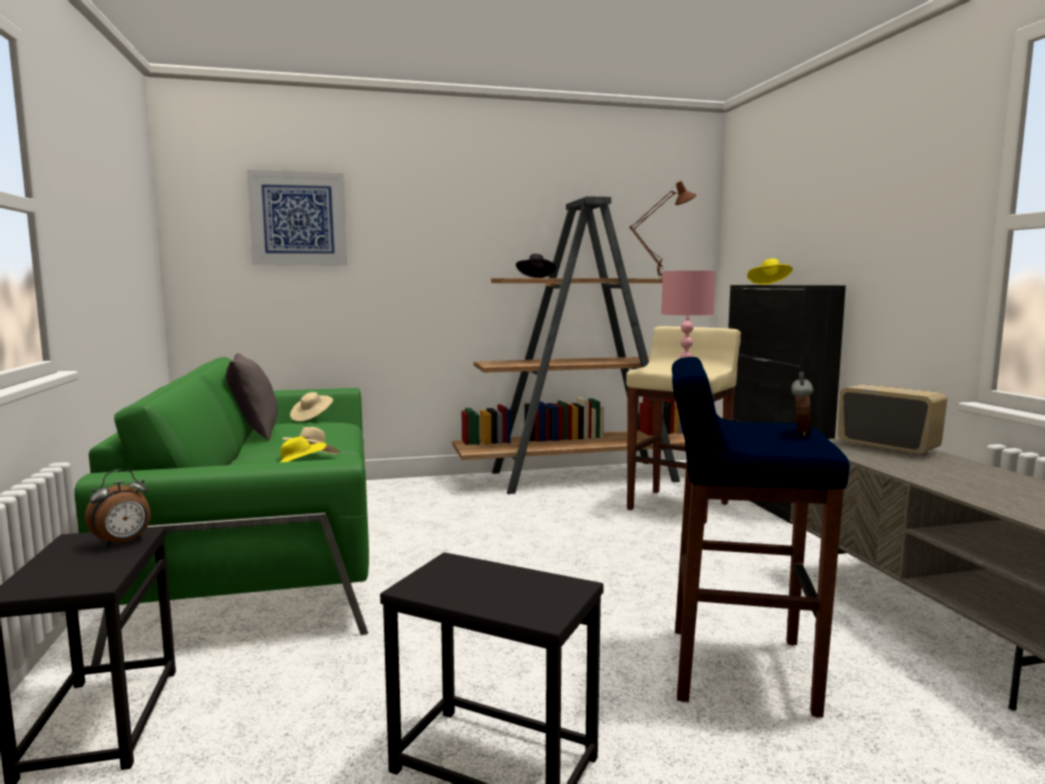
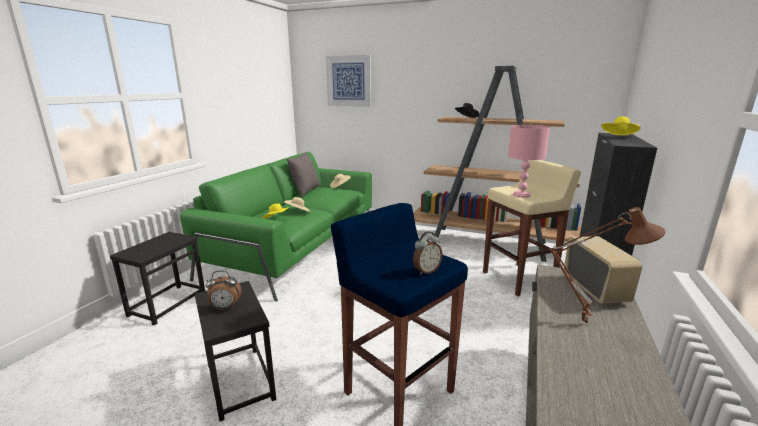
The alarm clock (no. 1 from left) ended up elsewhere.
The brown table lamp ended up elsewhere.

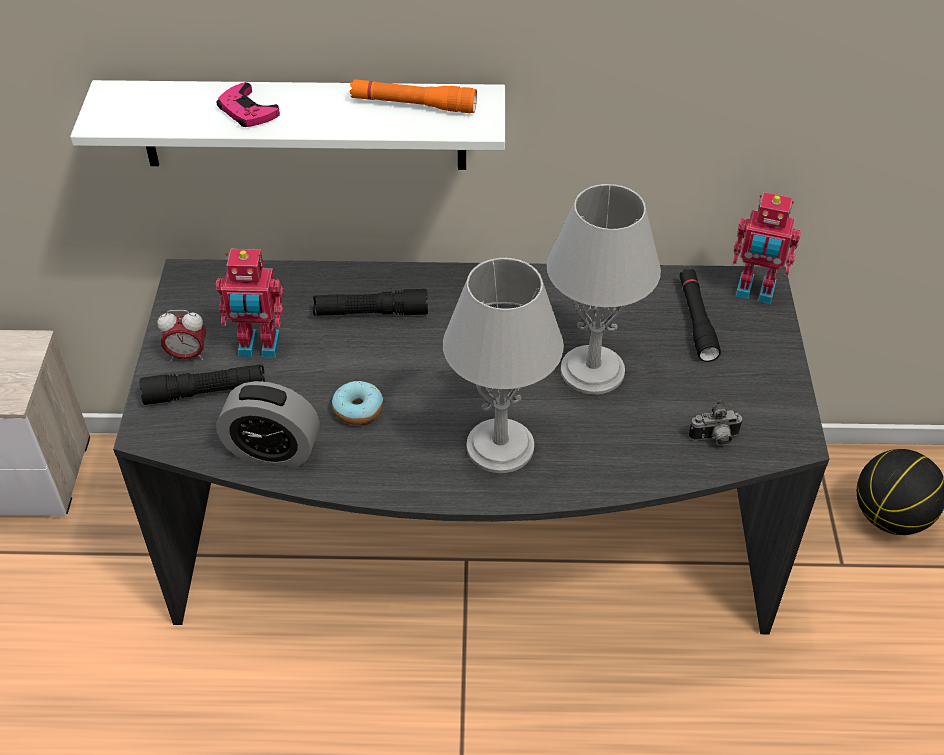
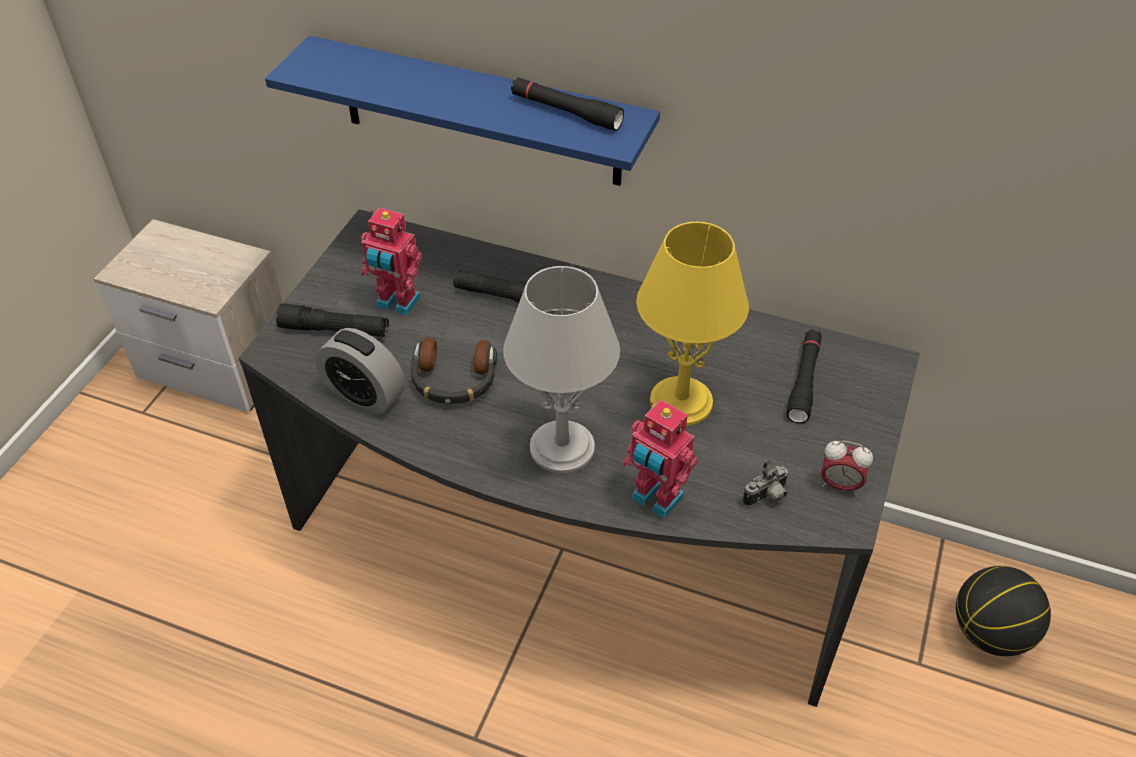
The second view lost the pink game controller.
The alarm clock (no. 1 from left in the first image) ended up elsewhere.
The toy robot (no. 2 from left) ended up elsewhere.
Where the donut stood, the headphones came to stand.
What was the white shelf turned into the blue shelf.
What was the orange flashlight turned into the black flashlight (no. 3 from left).
What was the grey table lamp (no. 2 from left) turned into the yellow table lamp.
The photo camera ended up facing another way, 45 degrees counterclockwise from before.

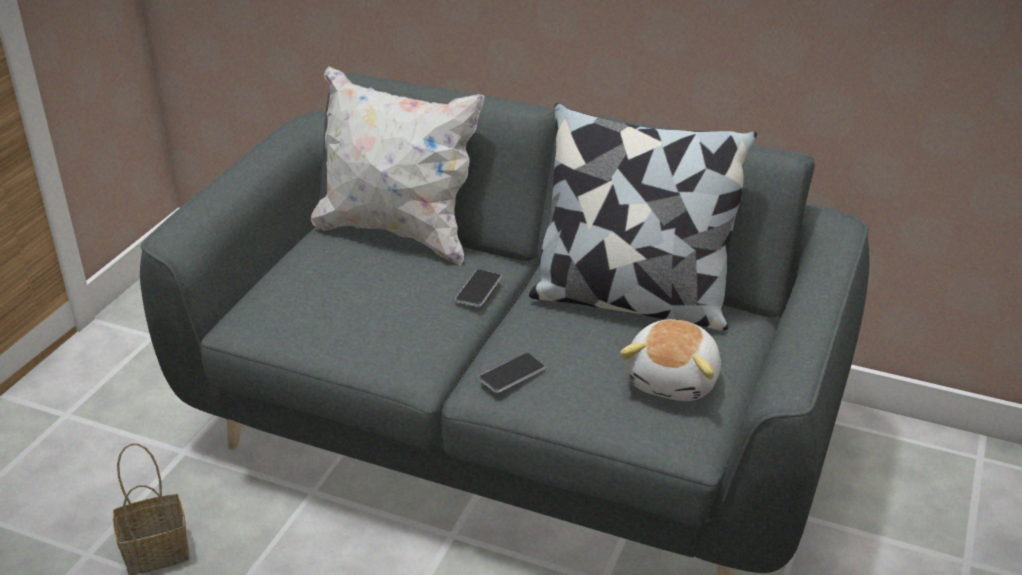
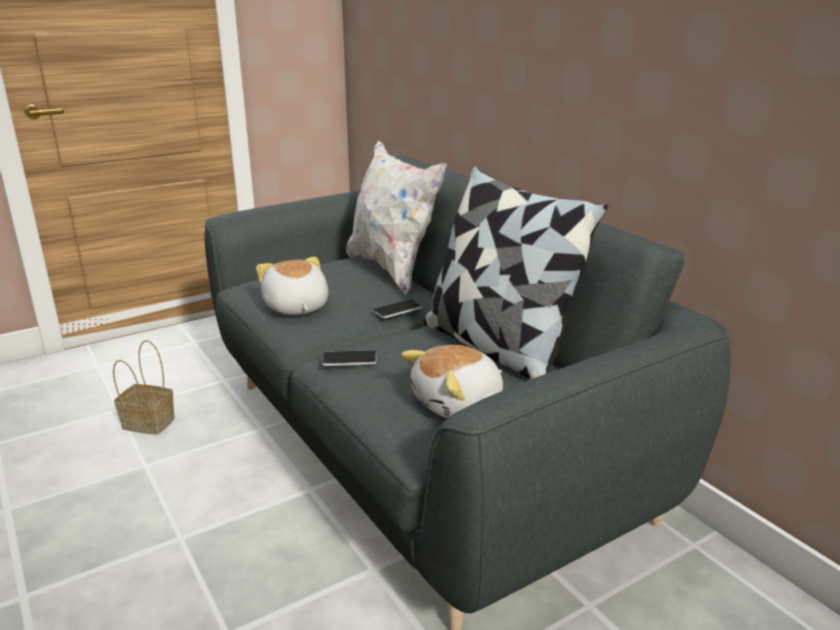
The second view gained the plush toy (no. 1 from left).

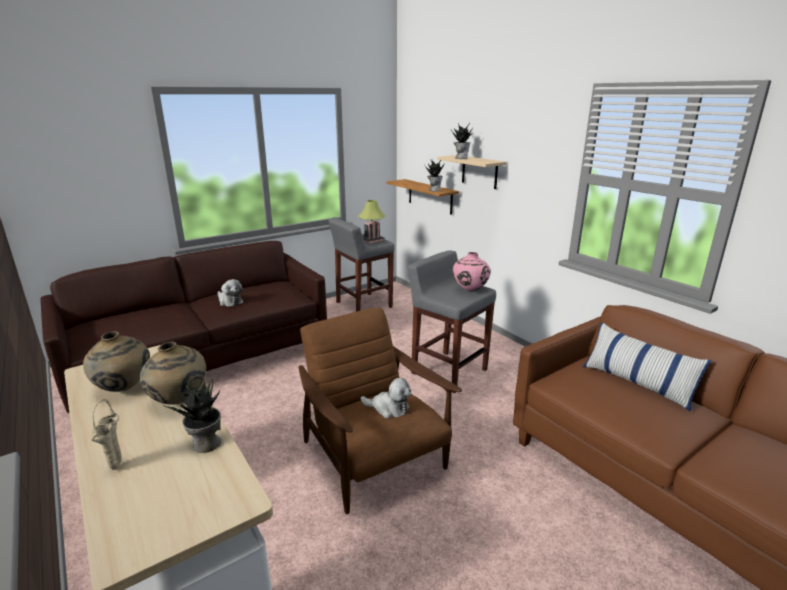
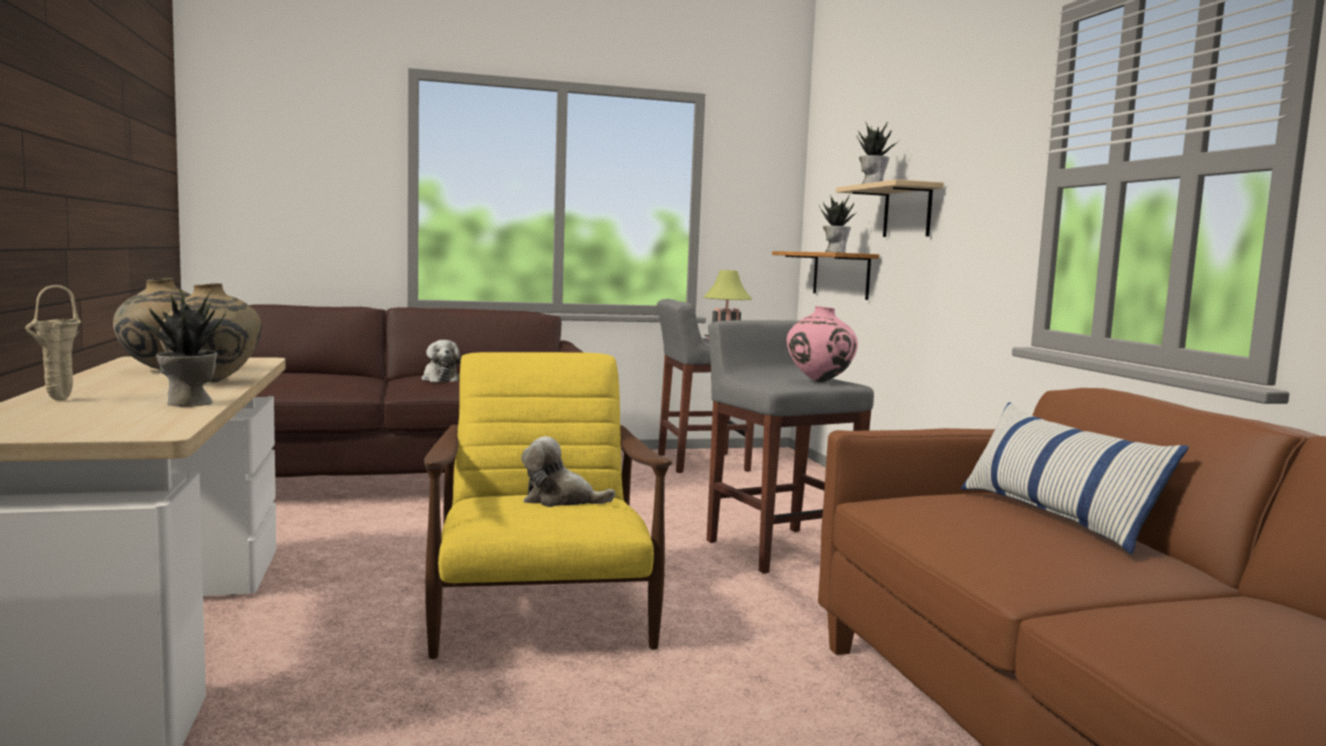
What was the brown armchair turned into the yellow armchair.
The plush toy (no. 2 from left) ended up facing another way, 150 degrees clockwise from before.

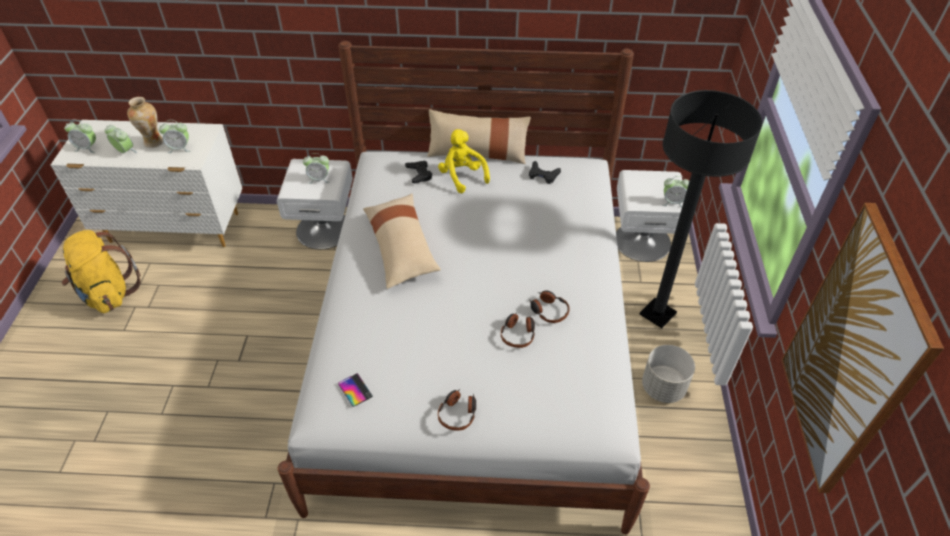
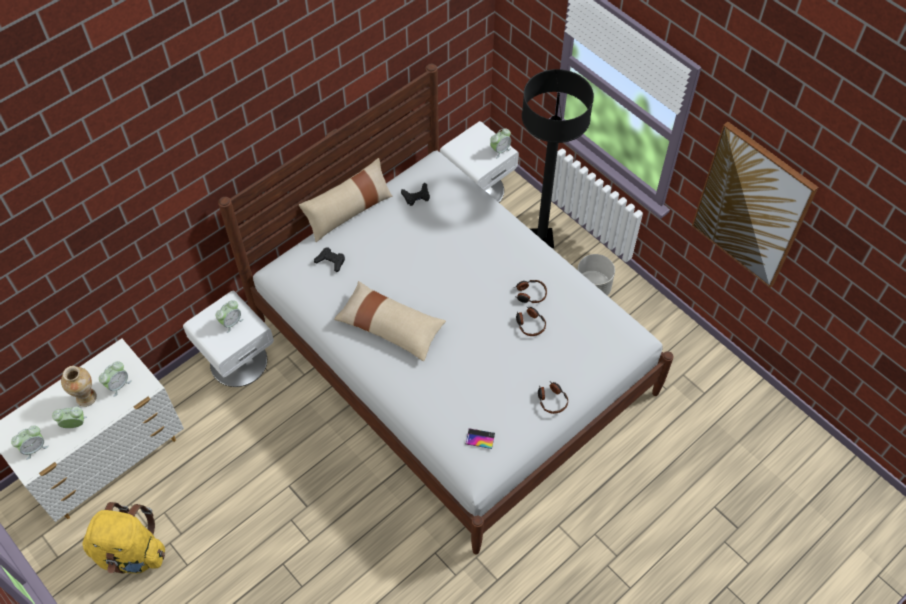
The second view lost the yellow plush toy.

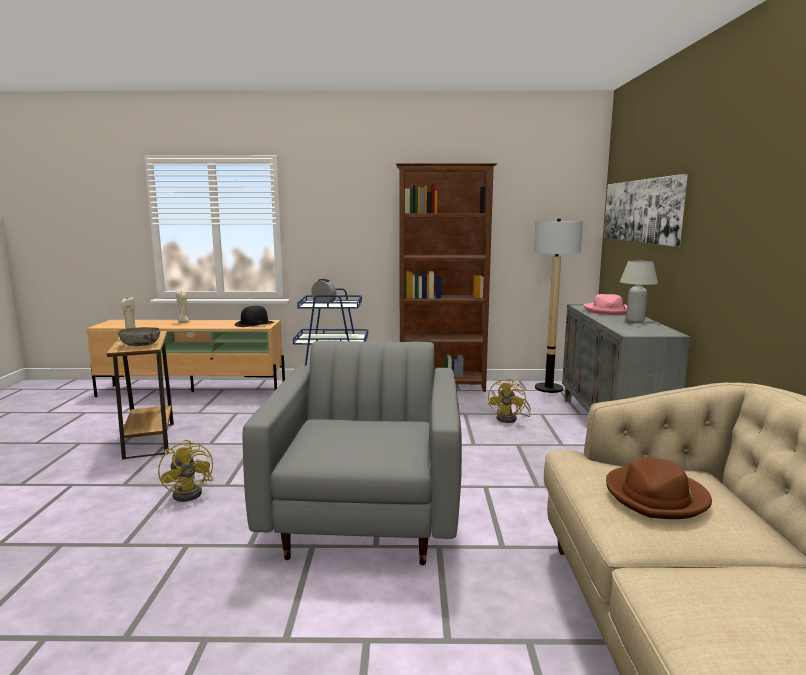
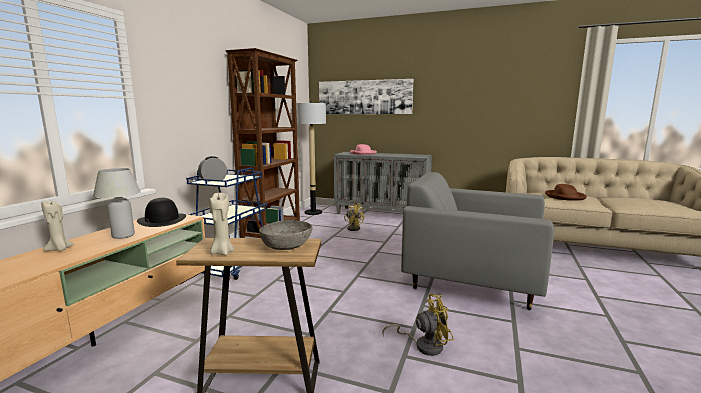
The white table lamp ended up elsewhere.

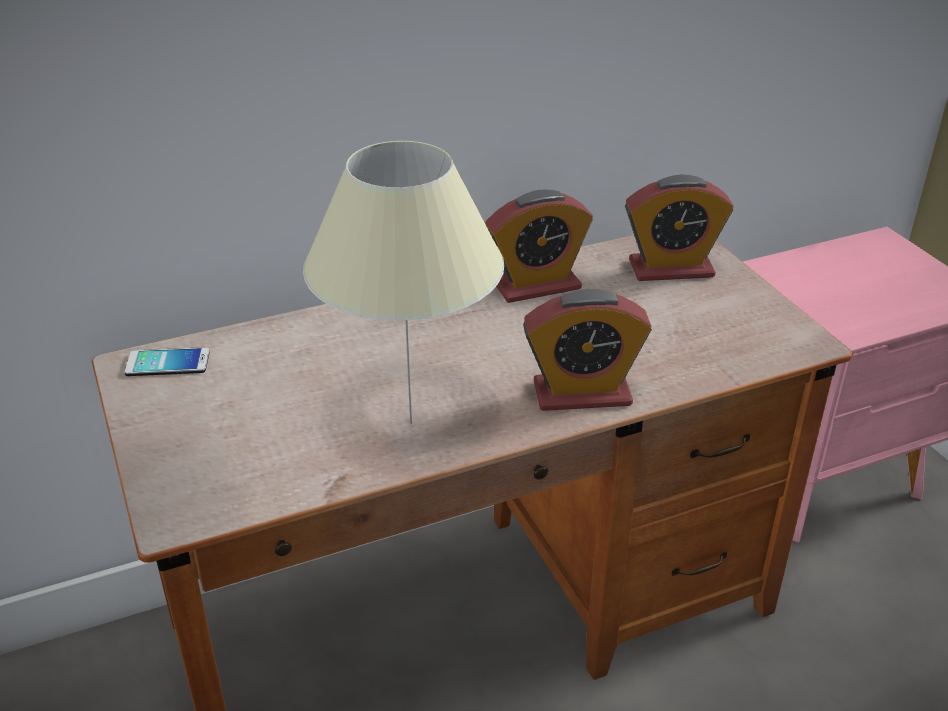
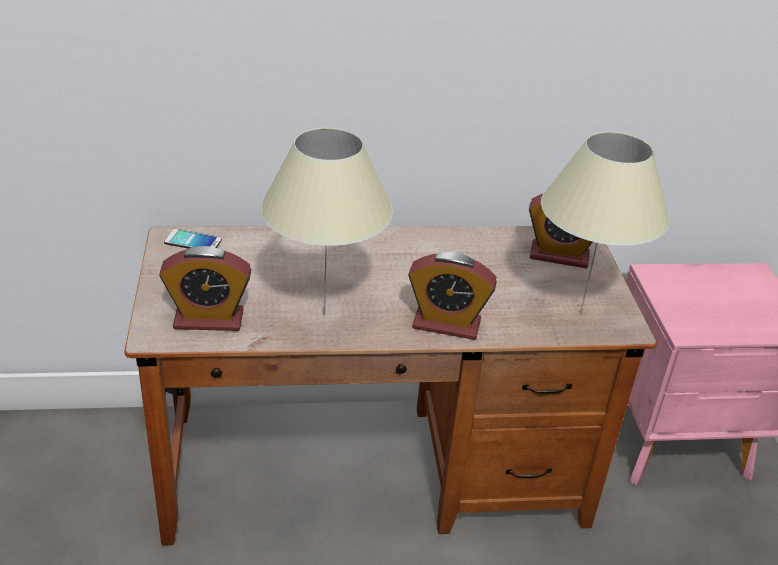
The second view gained the beige table lamp (no. 2 from left).
The alarm clock (no. 1 from left) ended up elsewhere.

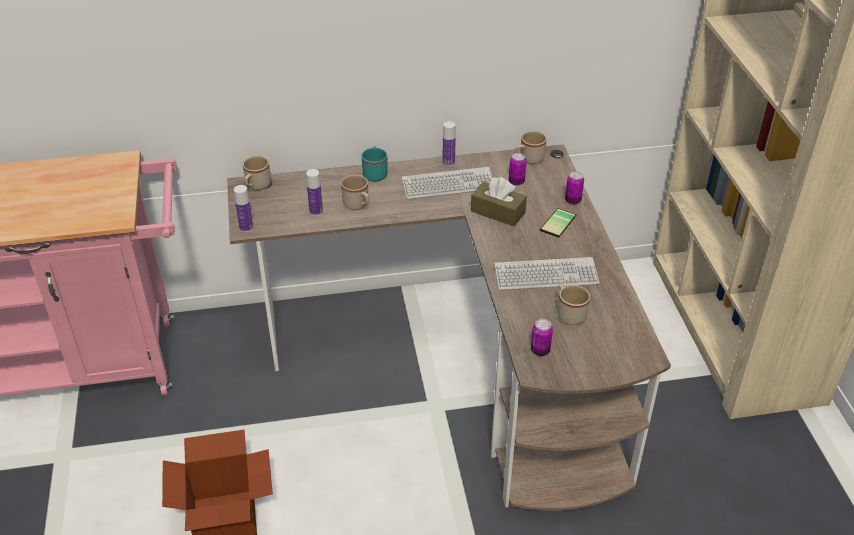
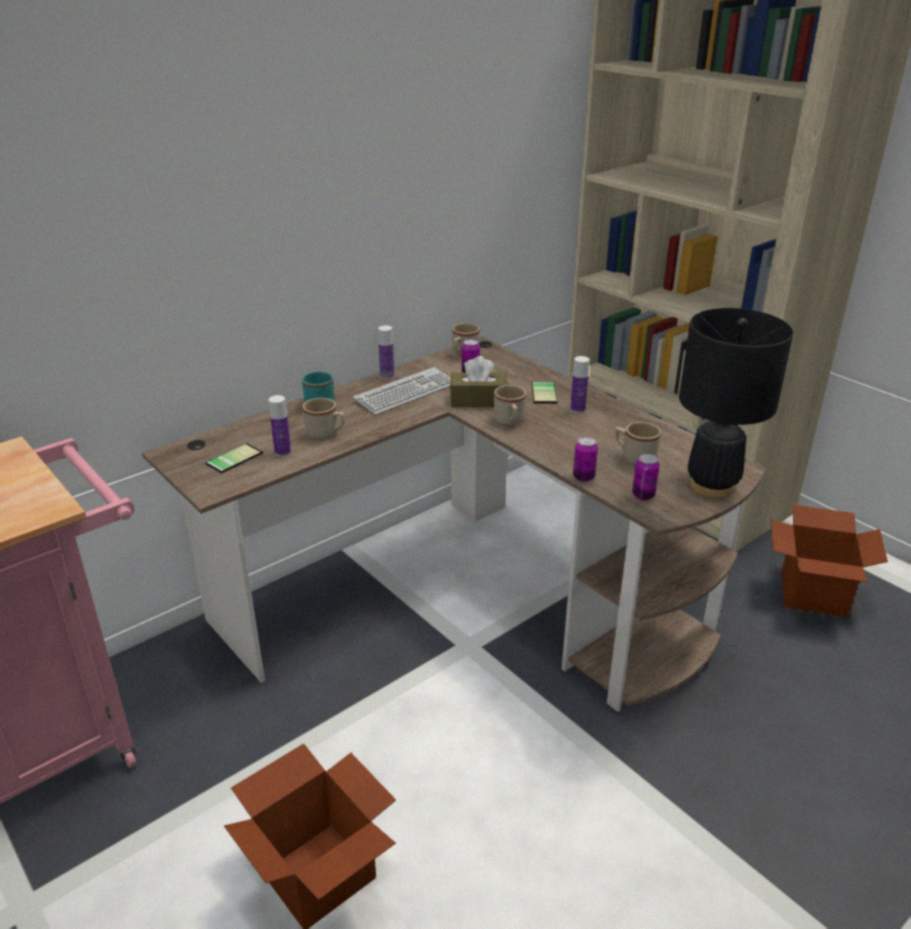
The second view lost the keyboard (no. 2 from left).
The second view gained the phone (no. 1 from left).
The second view gained the black table lamp.
The second view gained the cardboard box (no. 2 from left).
The bottle (no. 1 from left in the first image) ended up elsewhere.
The beige mug (no. 1 from left in the first image) ended up elsewhere.
The can (no. 3 from left in the first image) ended up elsewhere.

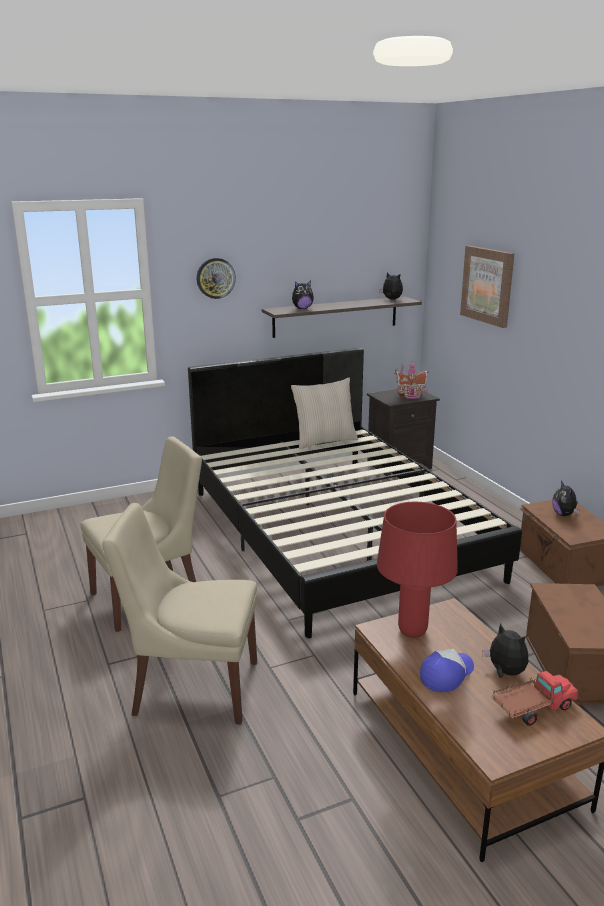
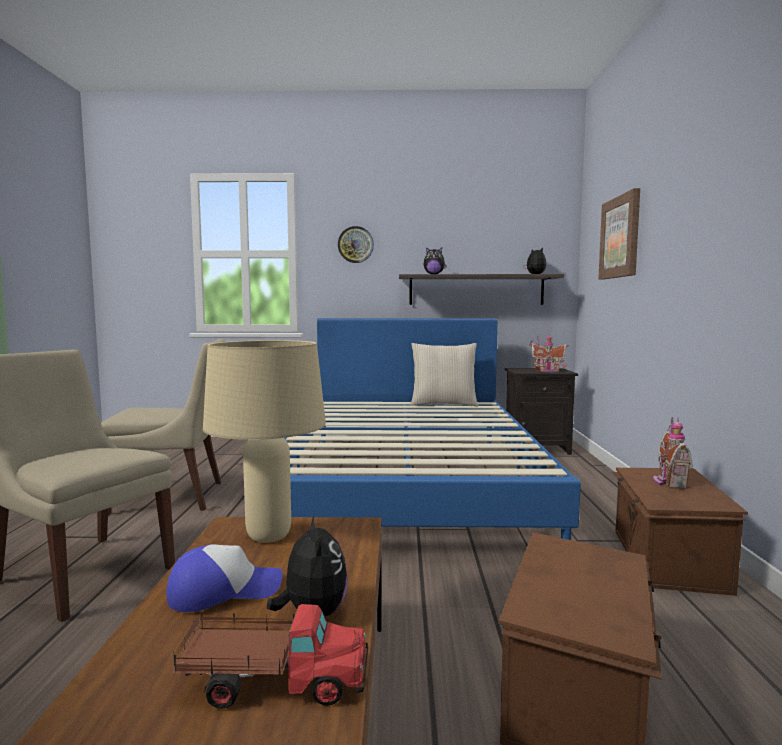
Where the plush toy (no. 4 from left) stood, the toy house (no. 2 from left) came to stand.
What was the black bed turned into the blue bed.
What was the red table lamp turned into the beige table lamp.

